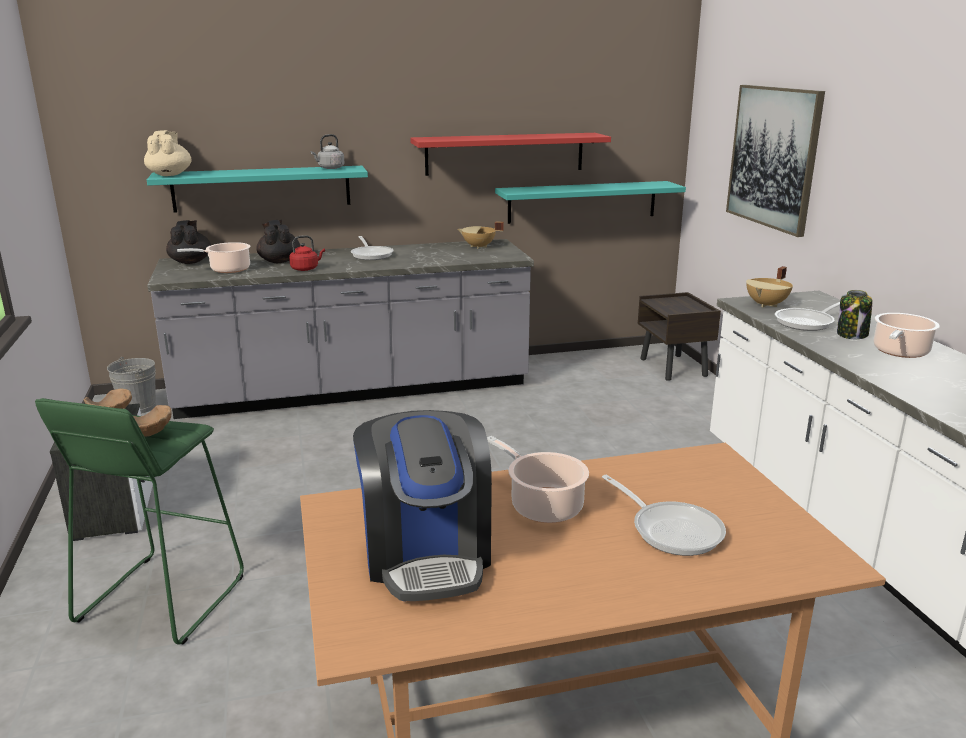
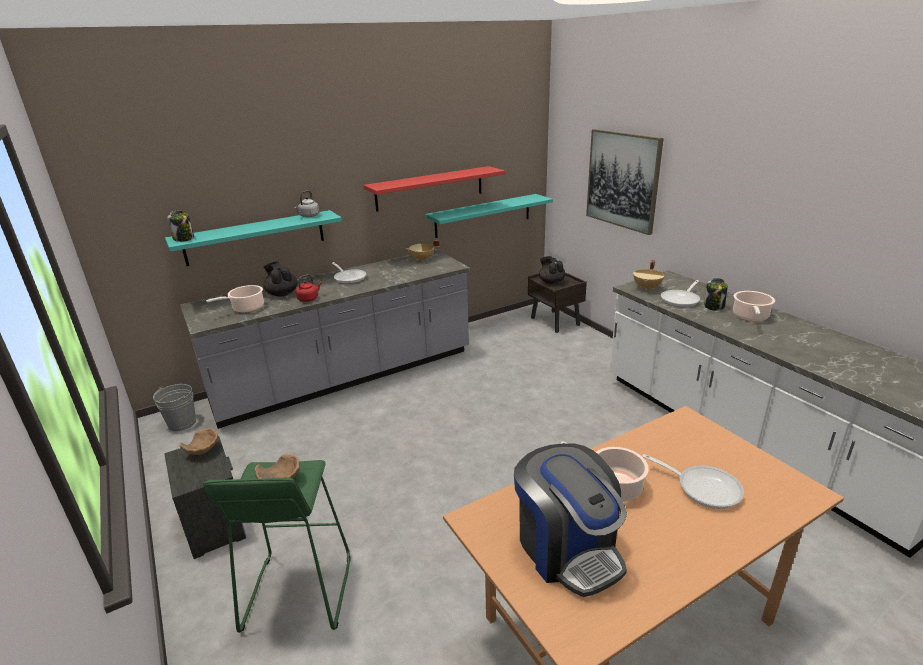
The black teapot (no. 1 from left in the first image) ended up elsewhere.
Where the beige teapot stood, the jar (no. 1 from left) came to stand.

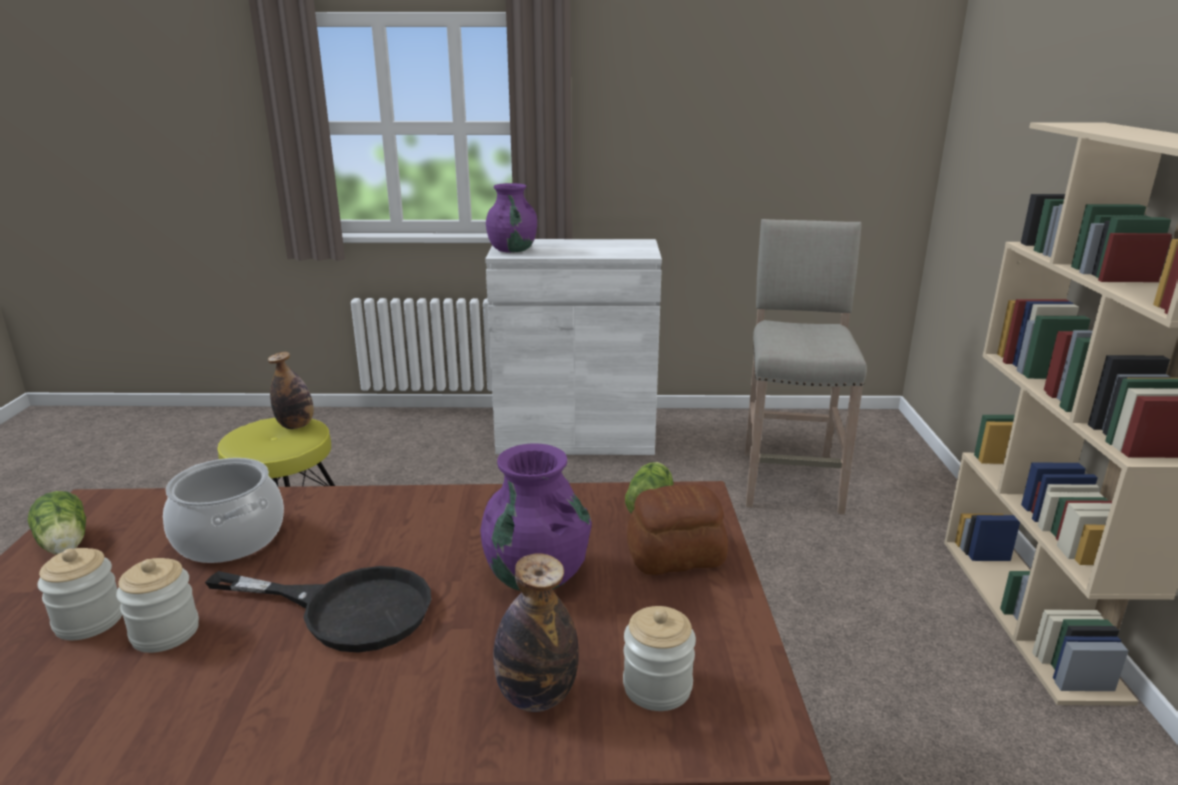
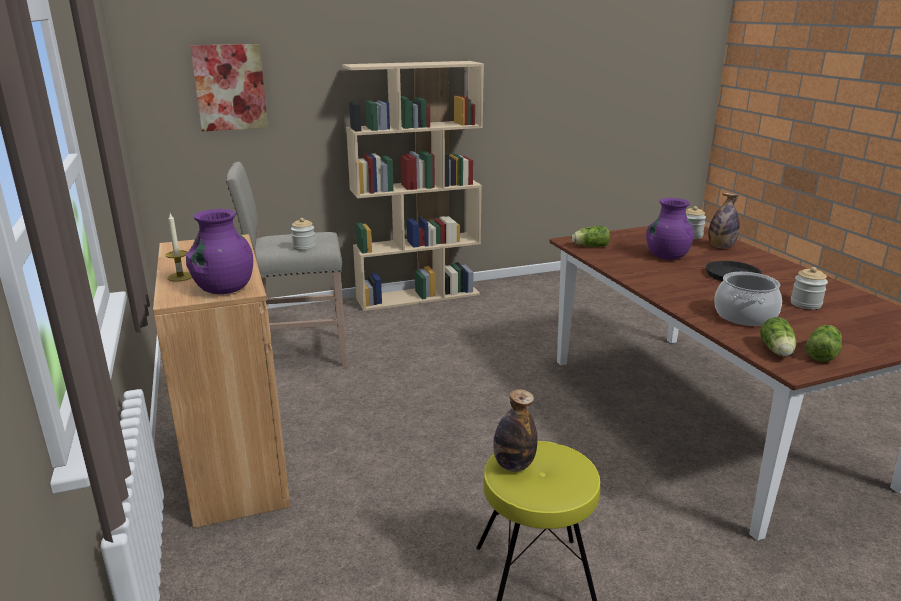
The second view lost the bread.
The second view gained the candle.
The second view gained the picture.
The second view gained the lettuce (no. 2 from left).
The jar (no. 1 from left) ended up elsewhere.
What was the white cabinet turned into the brown cabinet.

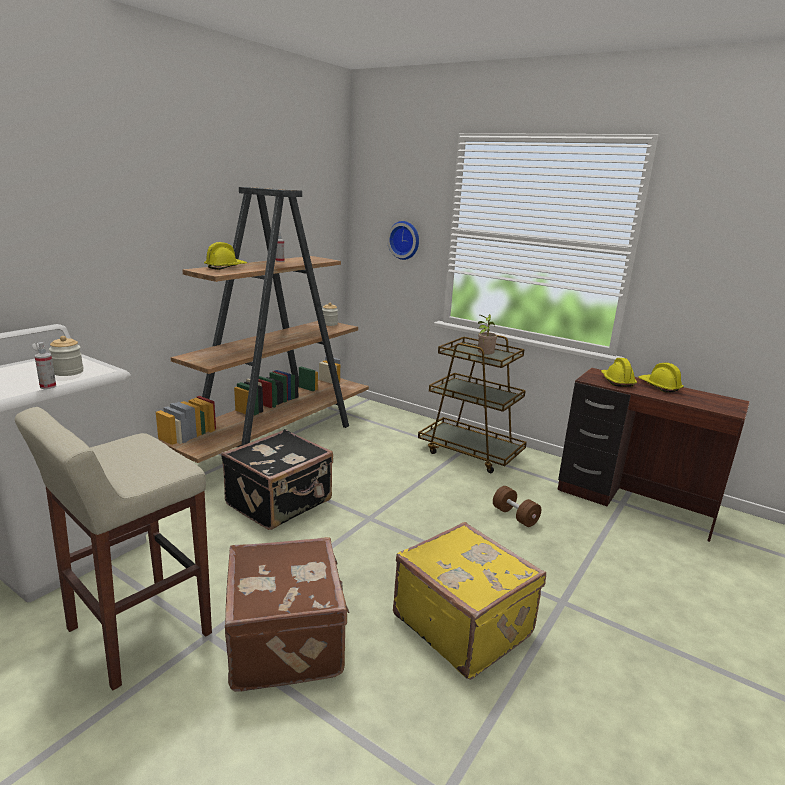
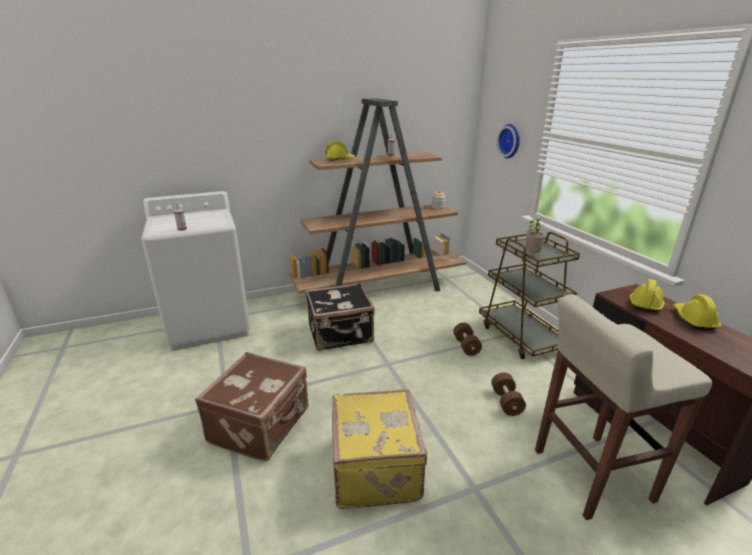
The second view lost the jar (no. 1 from left).
The second view gained the brown dumbbell (no. 1 from left).
The beige stool ended up elsewhere.

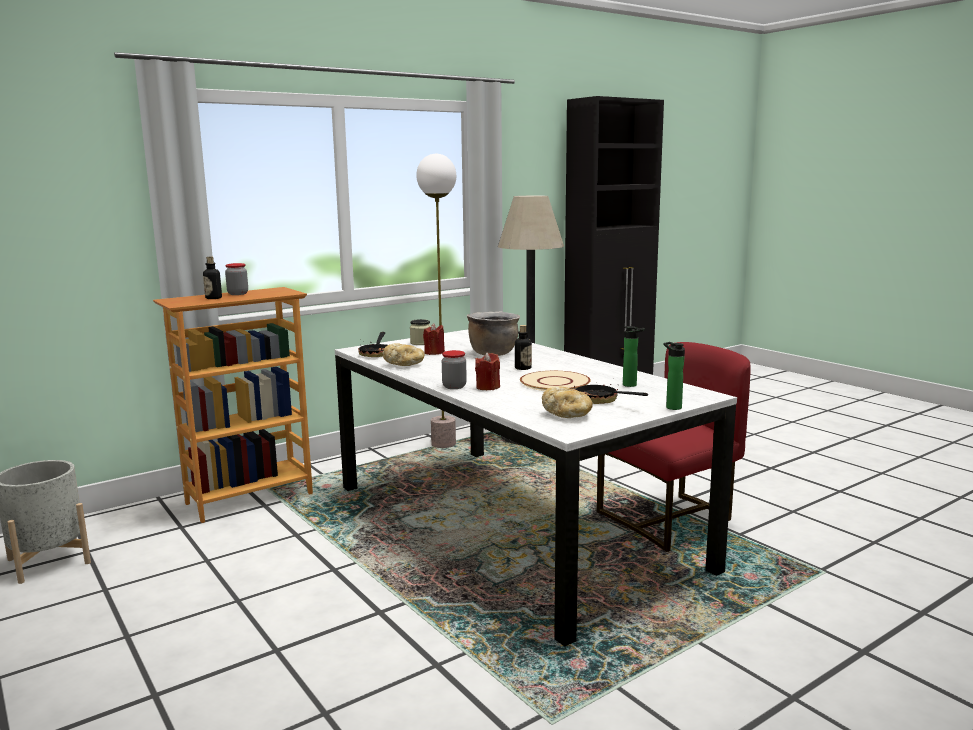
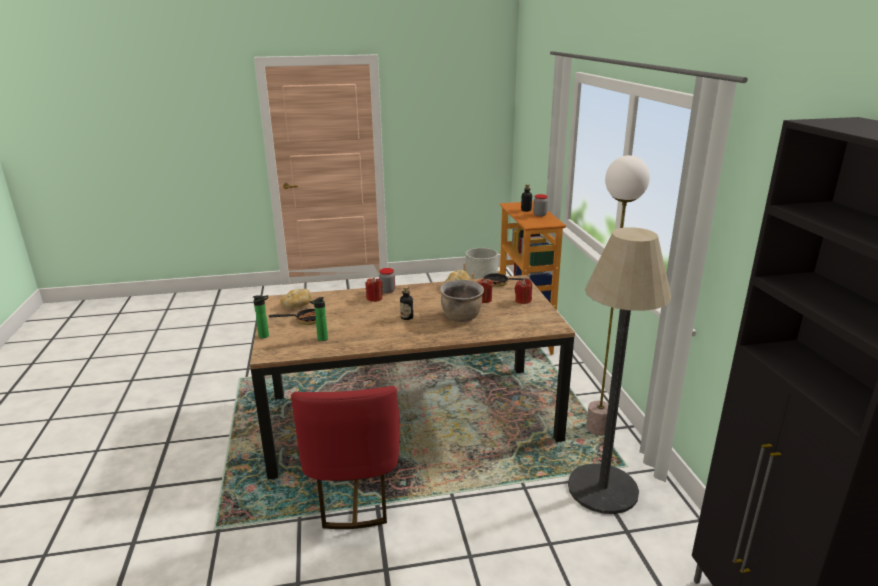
The second view lost the beige plate.
Where the jar (no. 2 from left) stood, the red candle (no. 3 from left) came to stand.
What was the white dining table turned into the brown dining table.

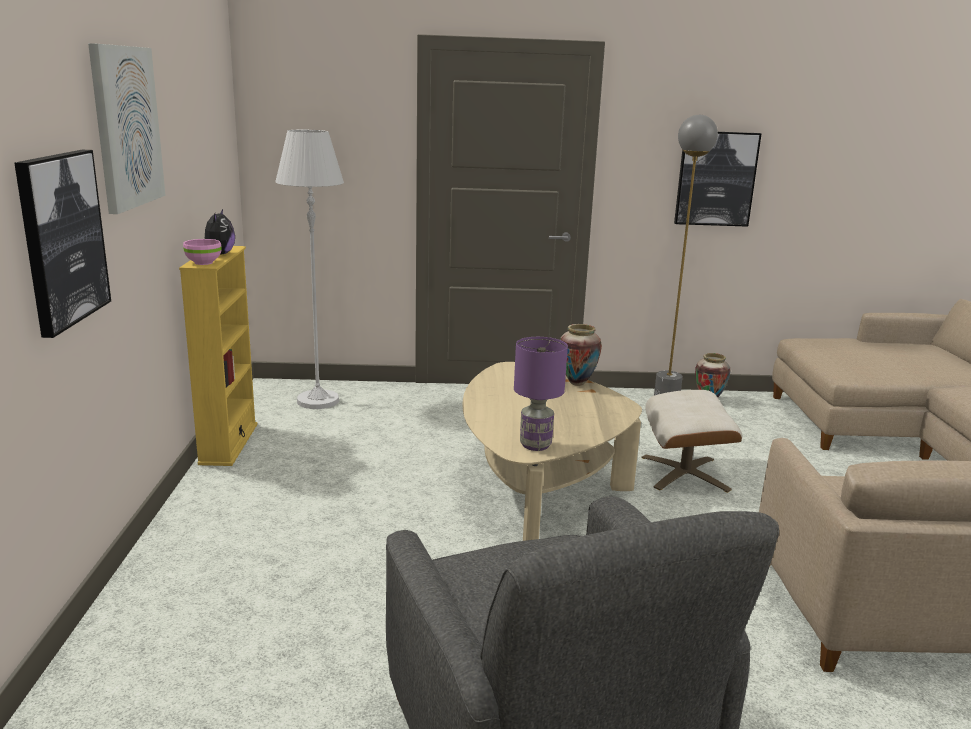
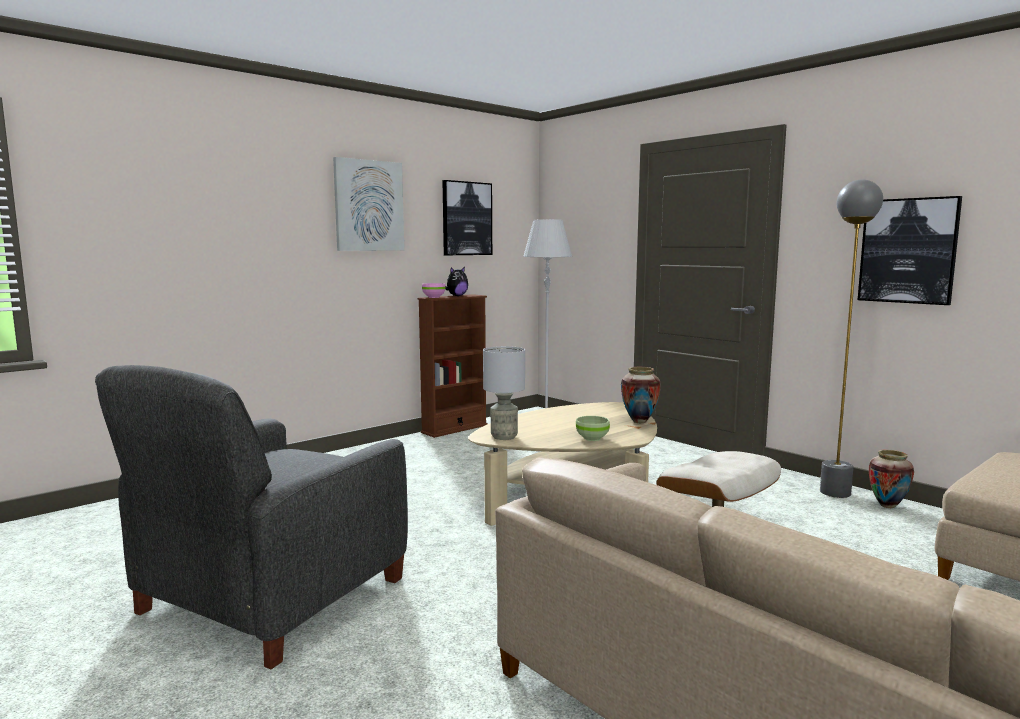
The second view gained the green bowl.
The picture (no. 1 from left in the first image) ended up elsewhere.
What was the yellow bookcase turned into the brown bookcase.
What was the purple table lamp turned into the grey table lamp.

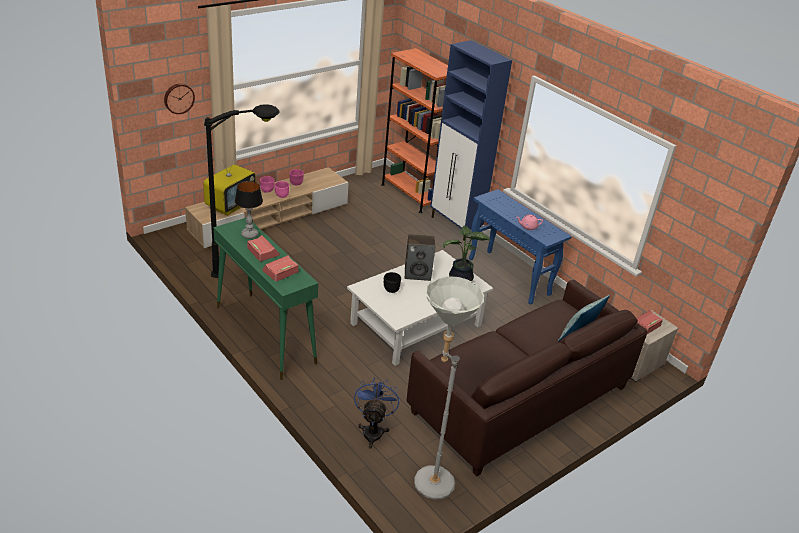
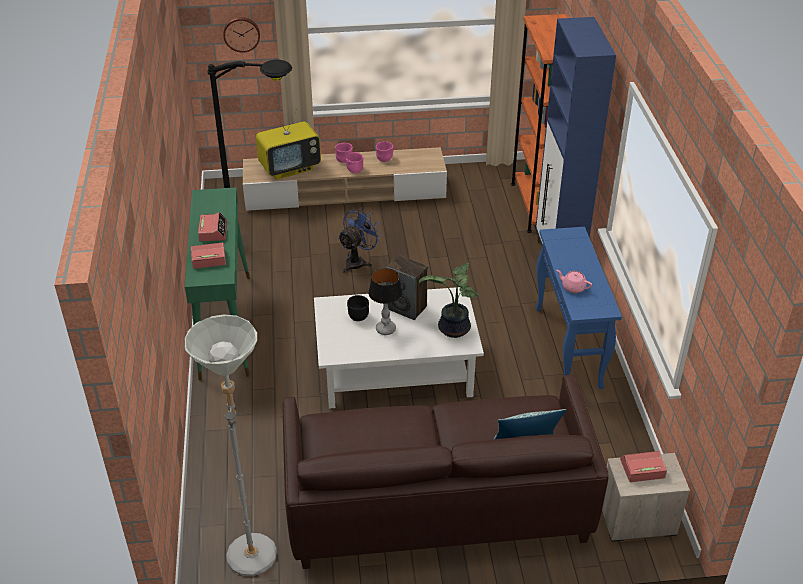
The table lamp ended up elsewhere.
The blue fan ended up elsewhere.

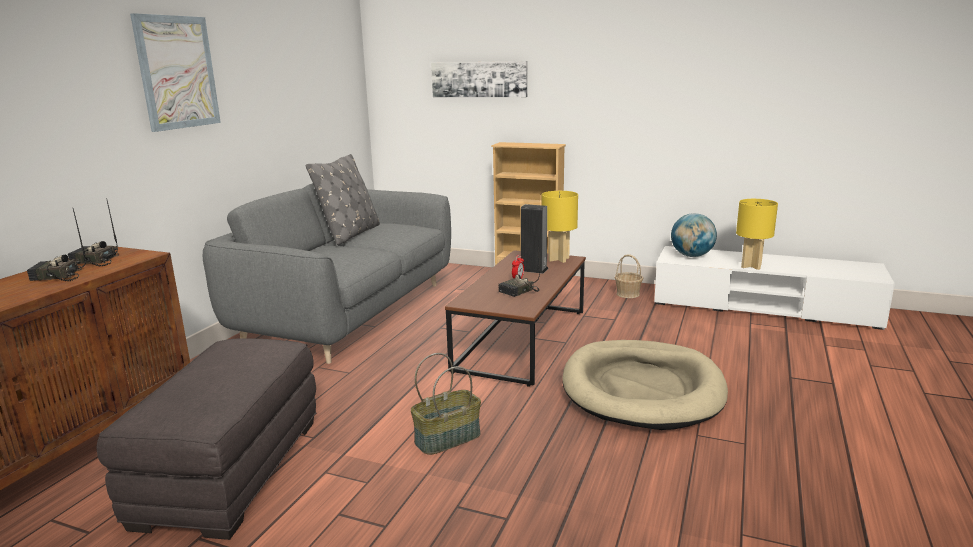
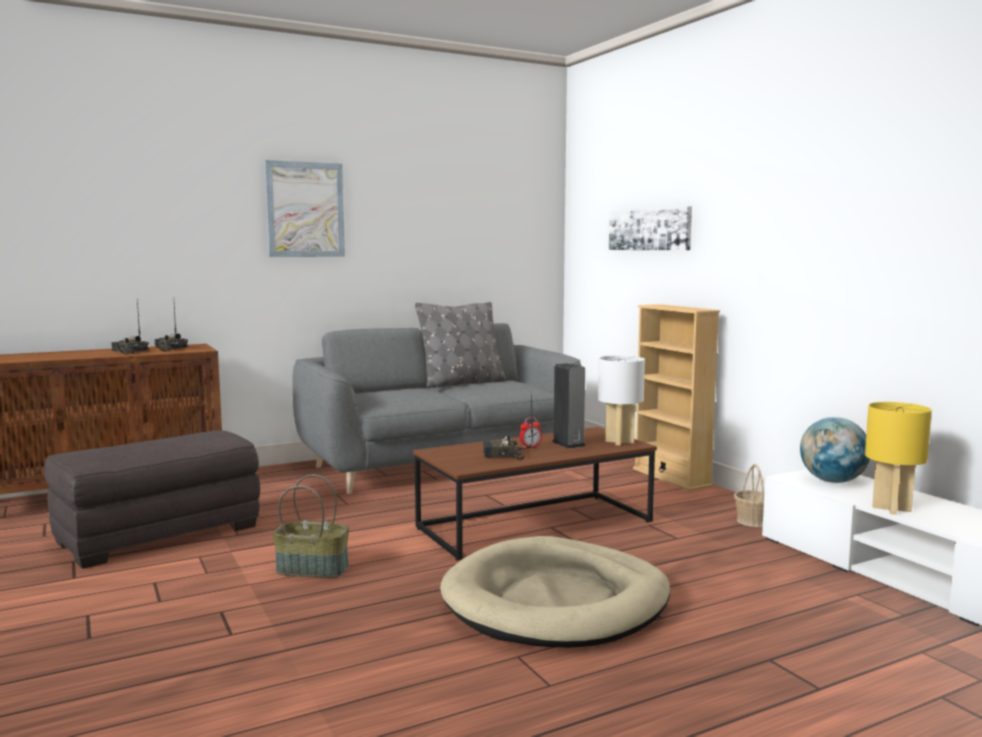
What was the yellow table lamp (no. 1 from left) turned into the white table lamp.

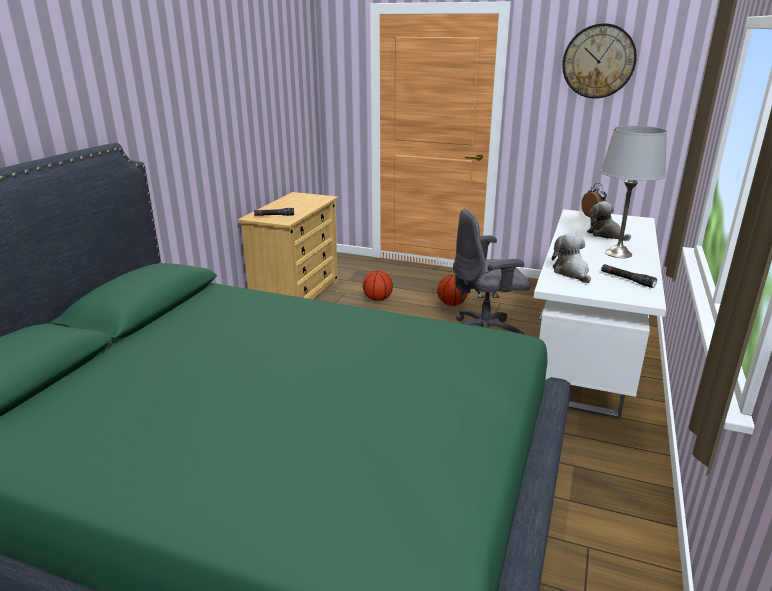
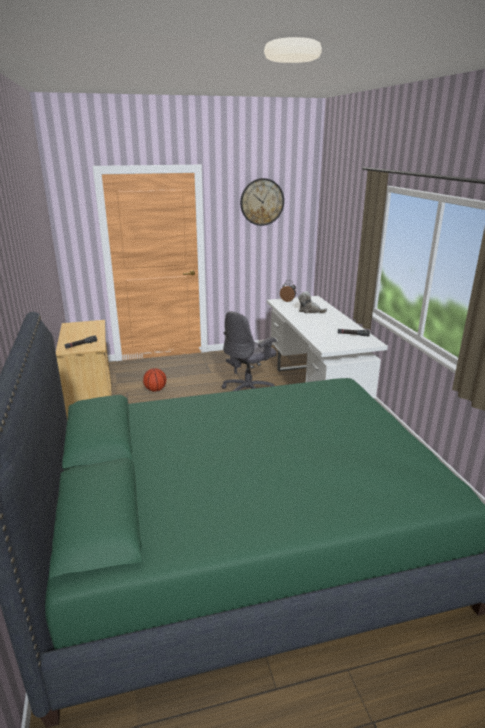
The second view lost the basketball (no. 2 from left).
The second view lost the plush toy (no. 1 from left).
The second view lost the grey table lamp.

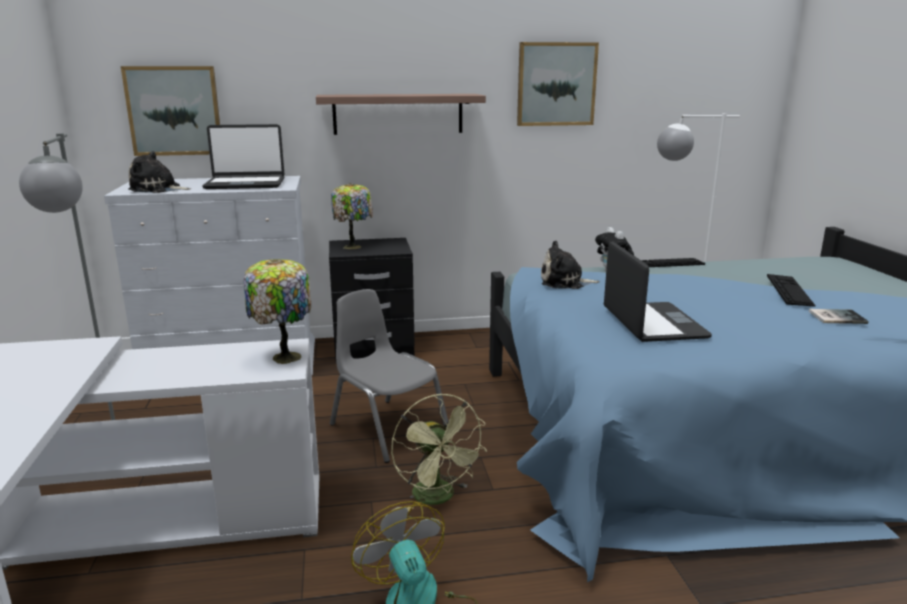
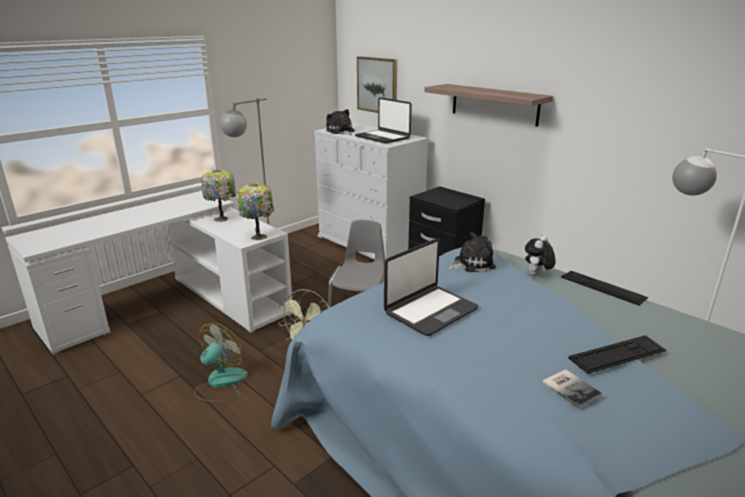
The second view lost the picture (no. 2 from left).
The table lamp (no. 2 from left in the first image) ended up elsewhere.
The plush toy (no. 2 from left) ended up facing another way, 105 degrees clockwise from before.

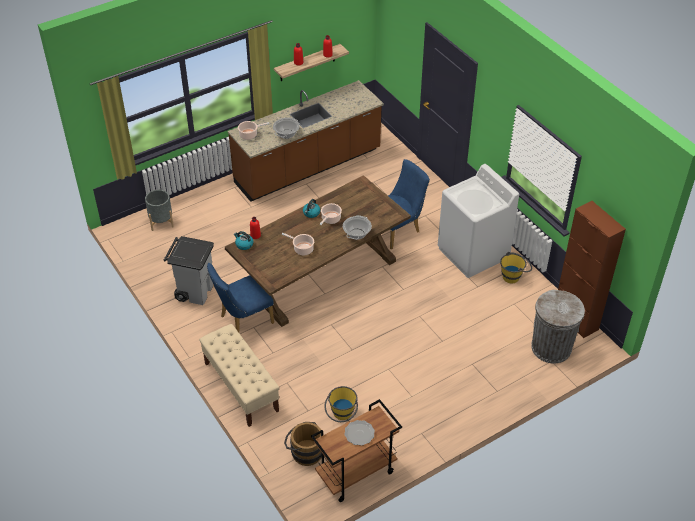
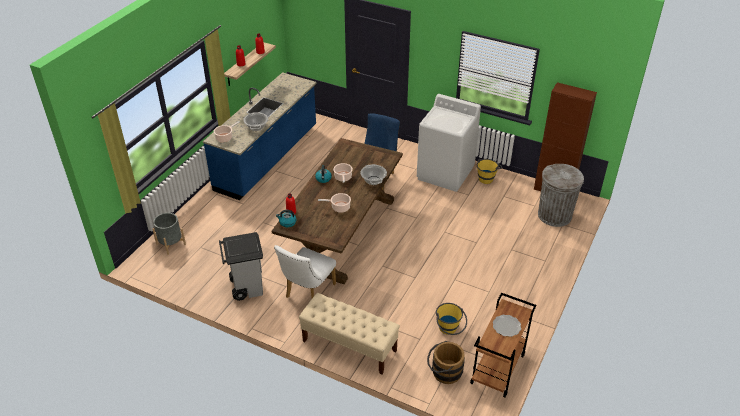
What was the blue chair (no. 1 from left) turned into the white chair.
What was the brown counter turned into the blue counter.

